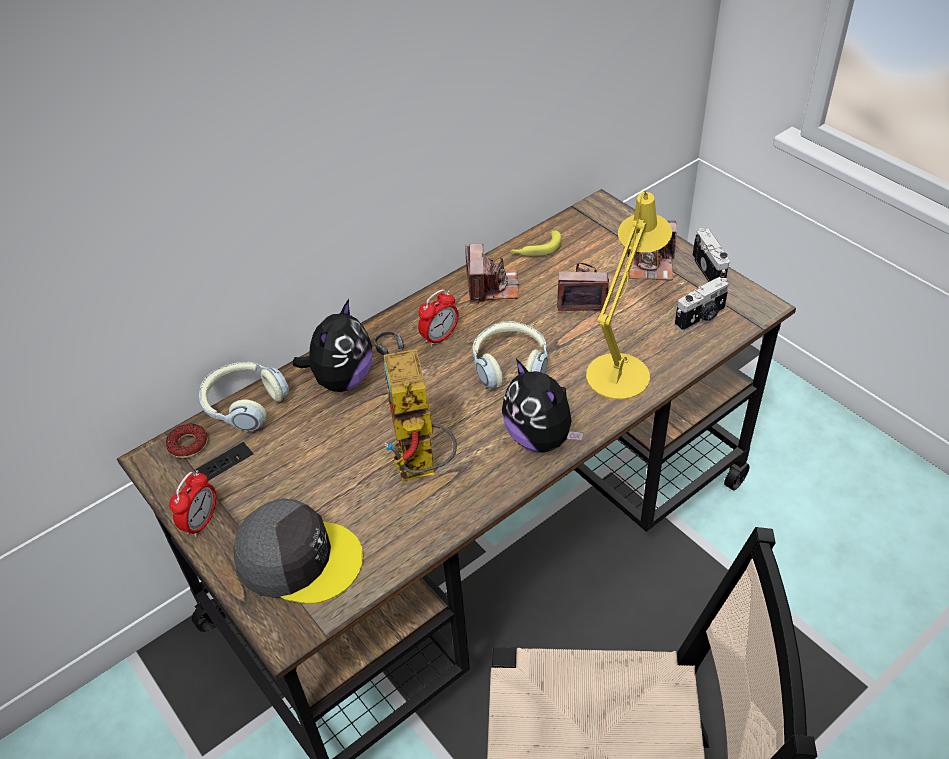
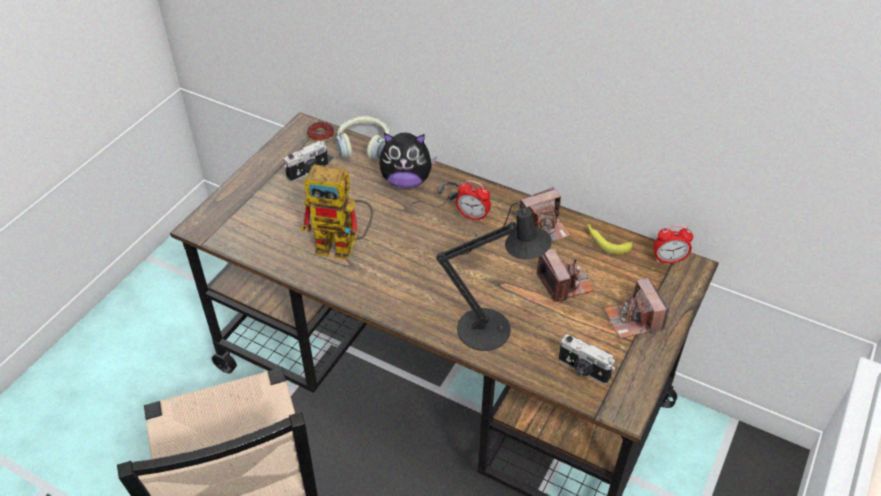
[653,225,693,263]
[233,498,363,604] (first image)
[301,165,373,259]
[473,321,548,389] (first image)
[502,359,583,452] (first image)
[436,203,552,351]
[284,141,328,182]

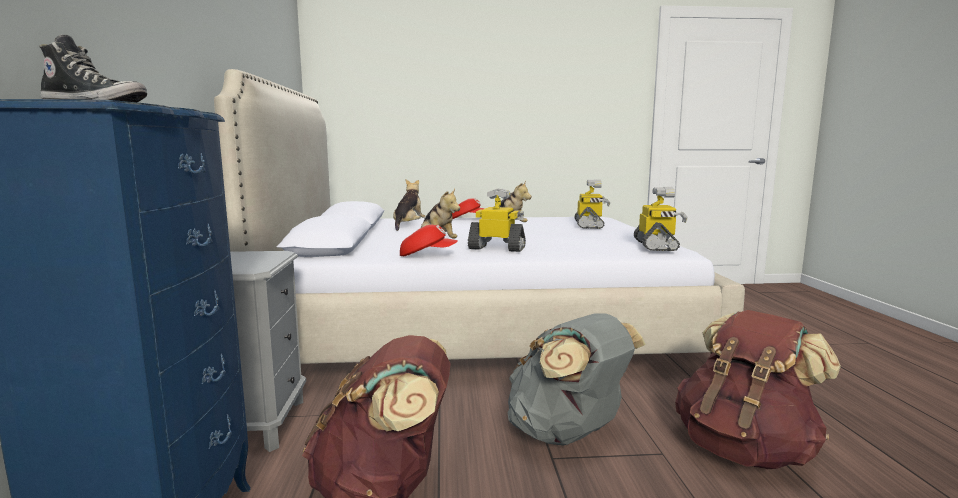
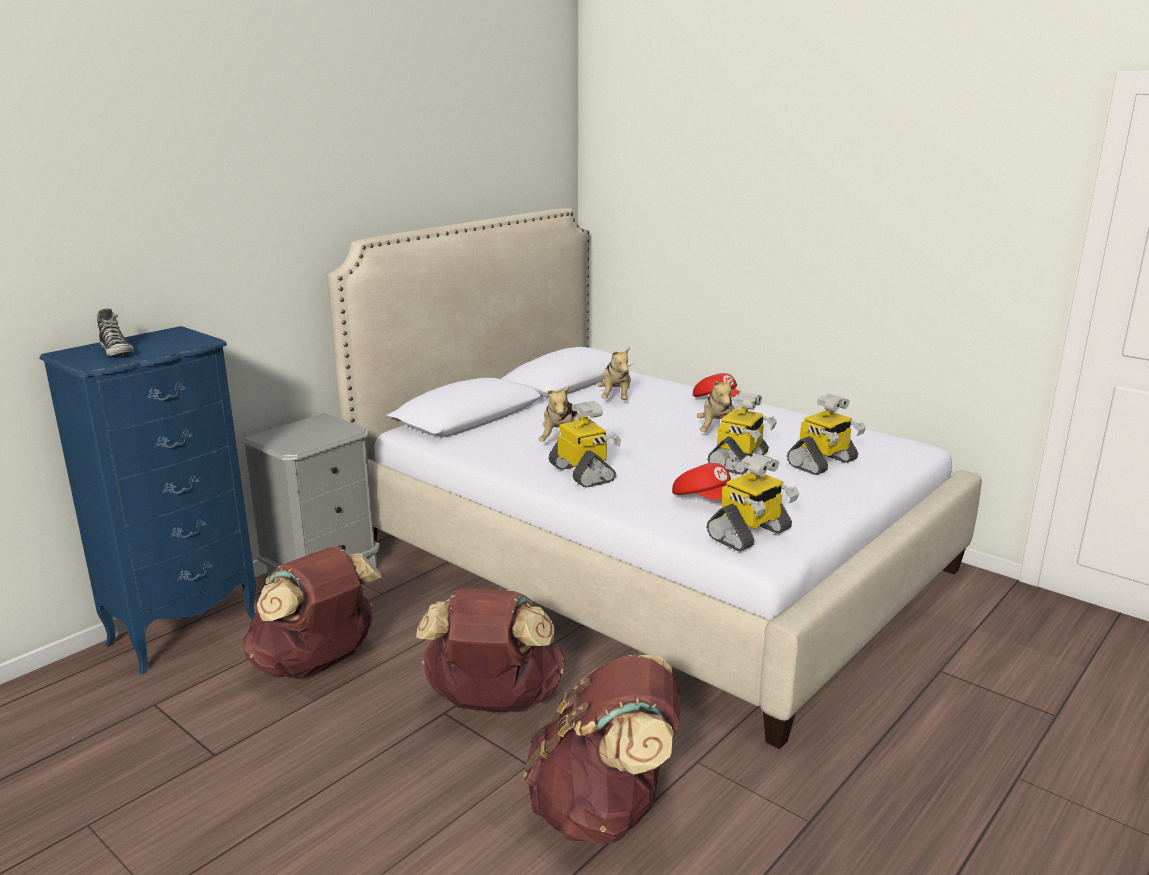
[596,347,631,400]
[672,463,731,500]
[416,588,566,712]
[707,392,777,475]

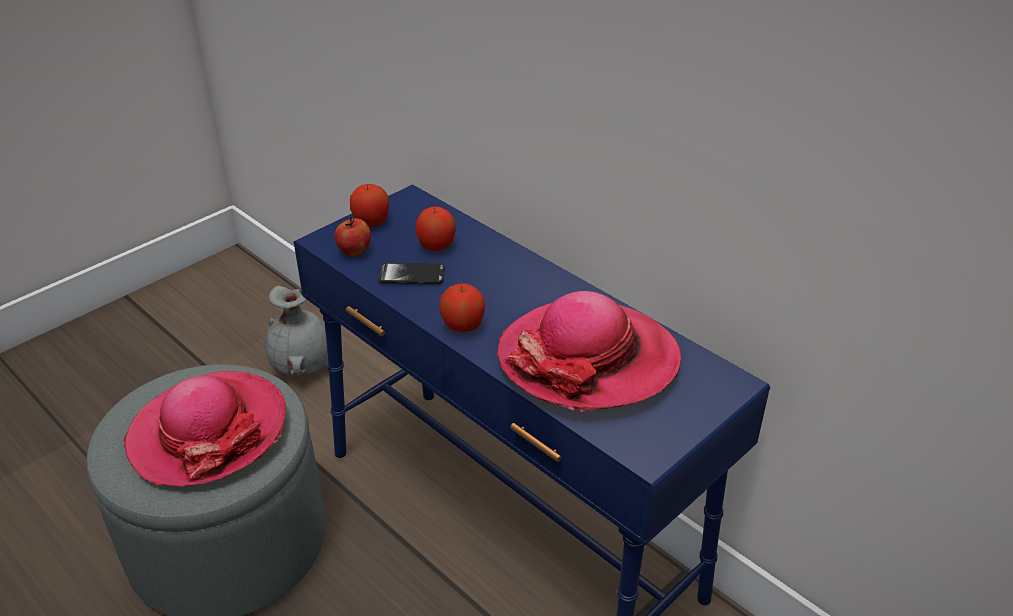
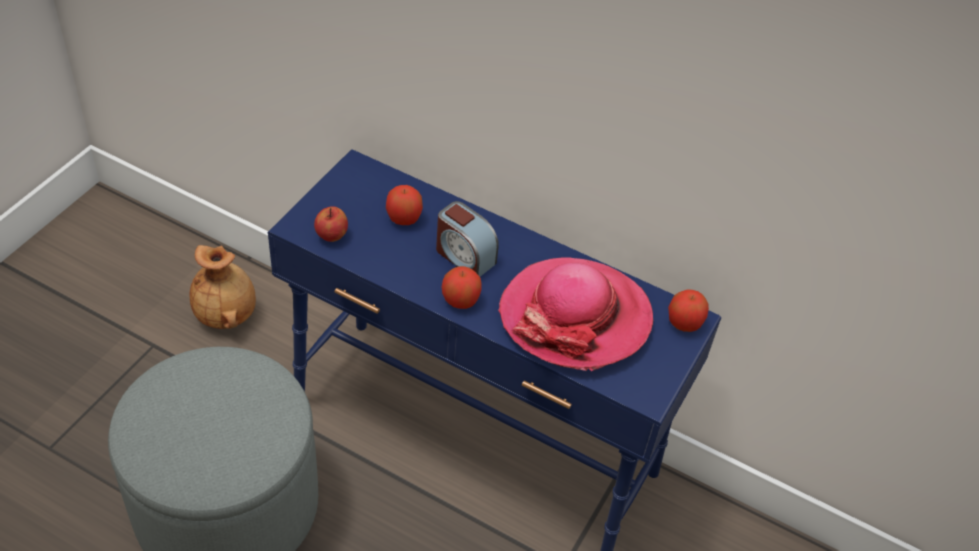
[123,371,286,487] (first image)
[189,245,256,329]
[668,289,709,332]
[378,263,445,285] (first image)
[436,201,499,276]

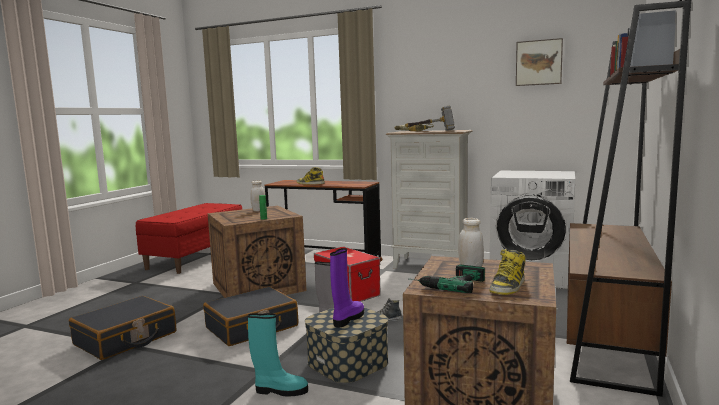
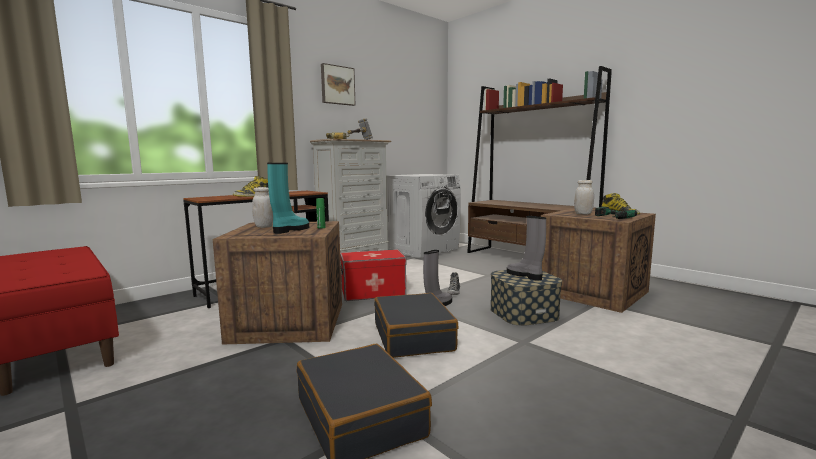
[267,163,309,234]
[507,216,546,281]
[321,63,355,106]

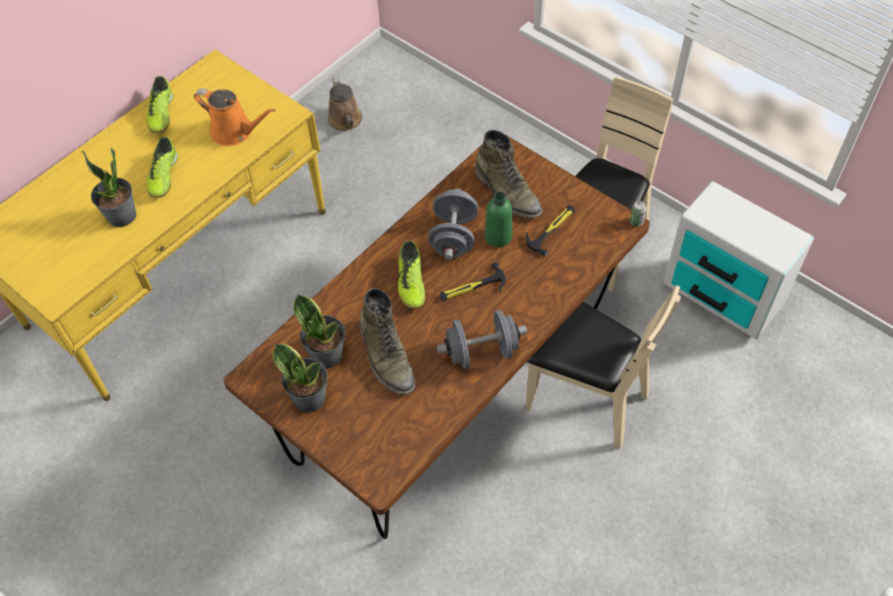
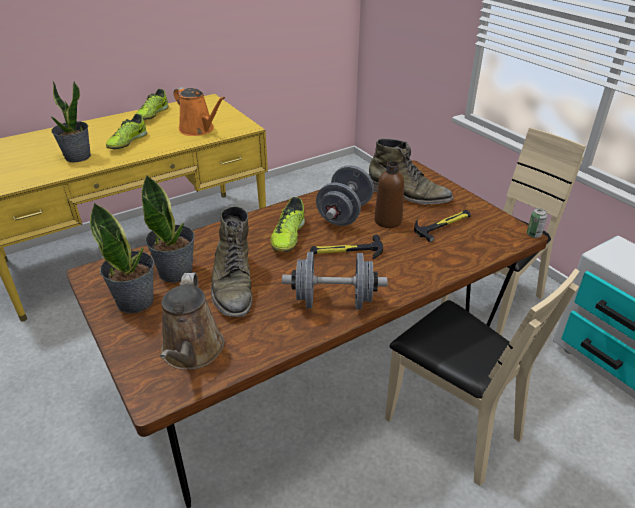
[160,272,224,370]
[369,139,454,204]
[374,161,404,228]

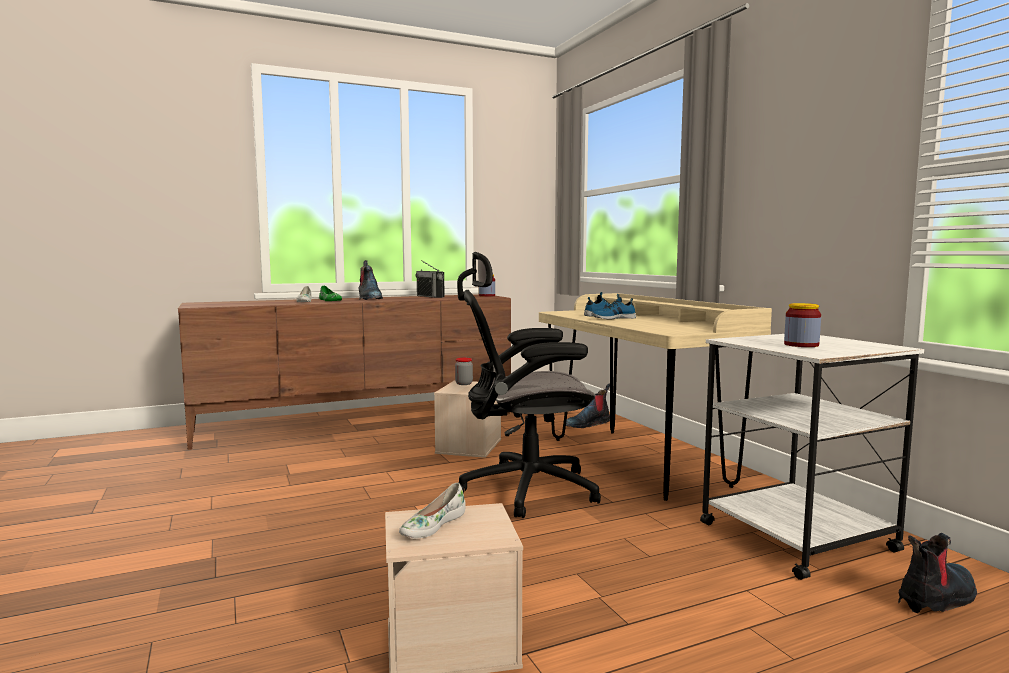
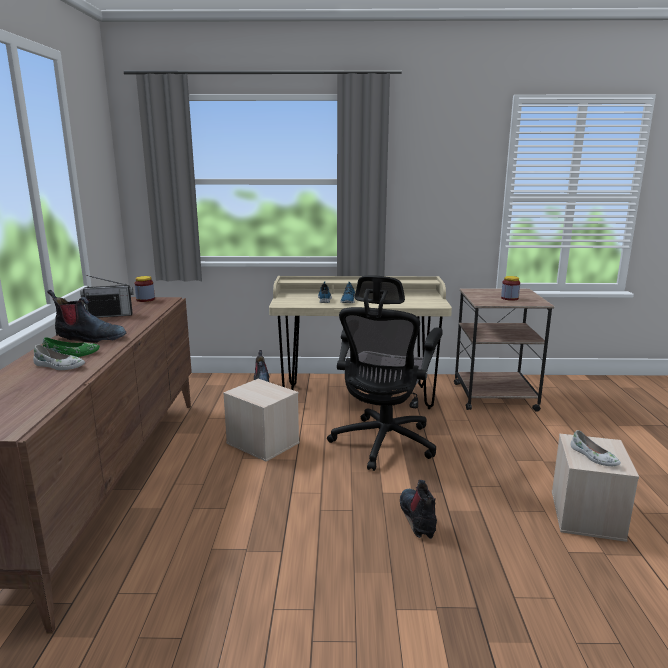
[455,358,473,385] (first image)
[454,288,555,412]
[400,480,437,539]

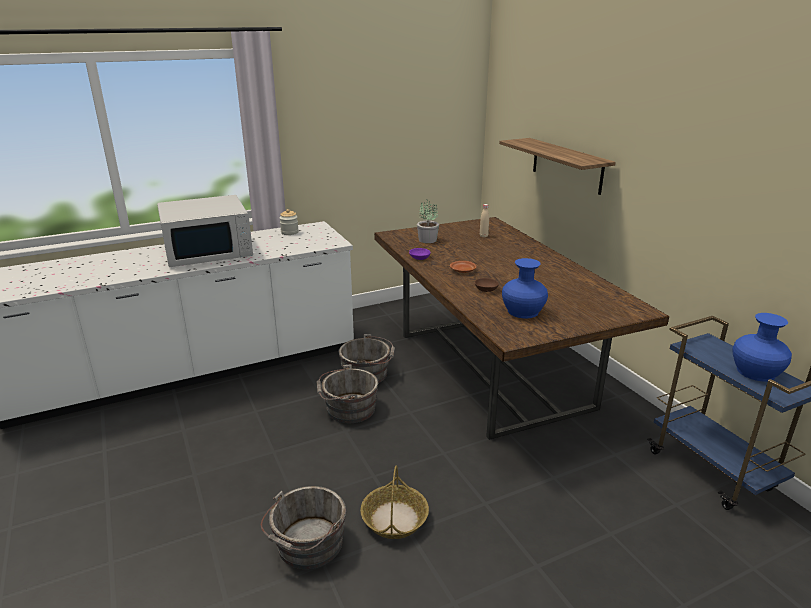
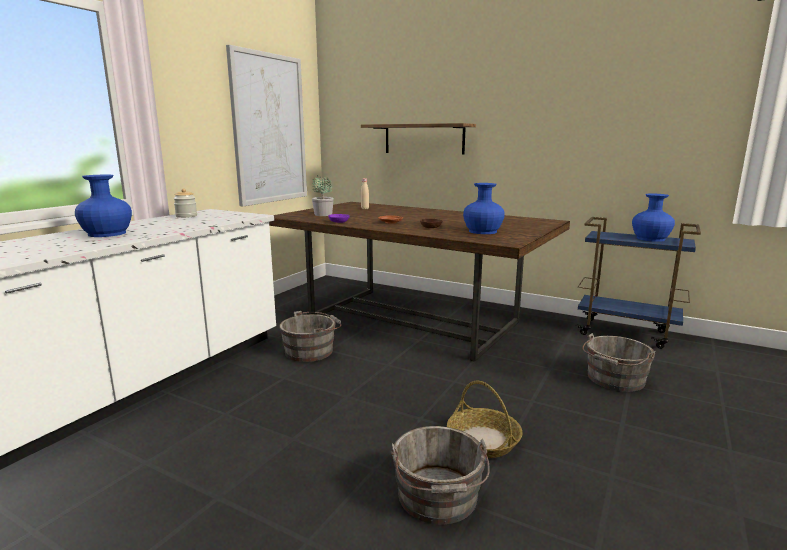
[75,175,132,237]
[582,333,655,392]
[226,45,307,207]

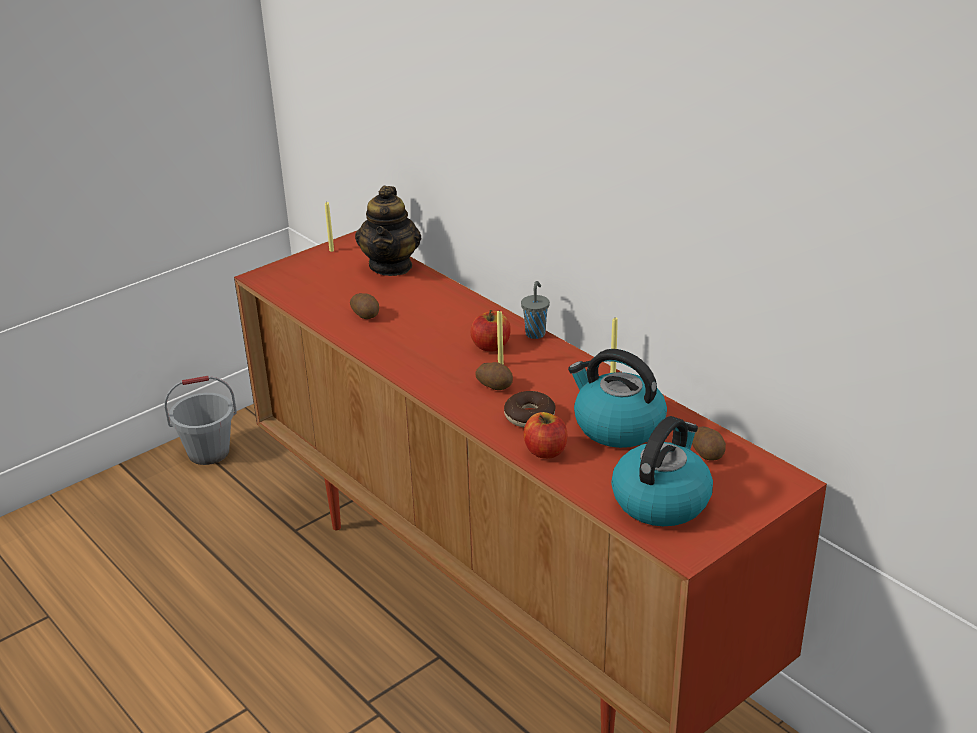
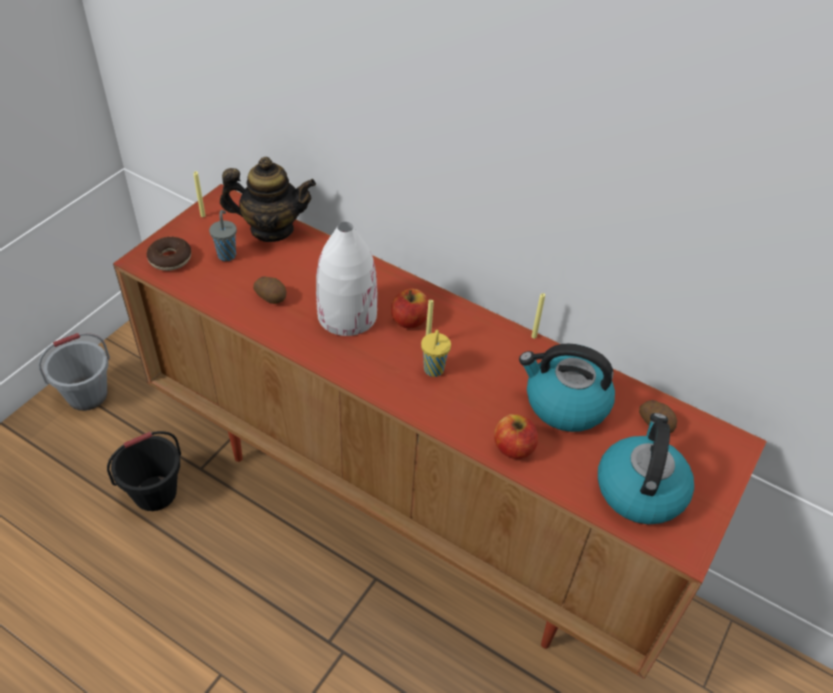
[220,157,316,242]
[421,330,451,377]
[147,237,191,271]
[209,210,237,261]
[107,431,181,511]
[316,222,377,336]

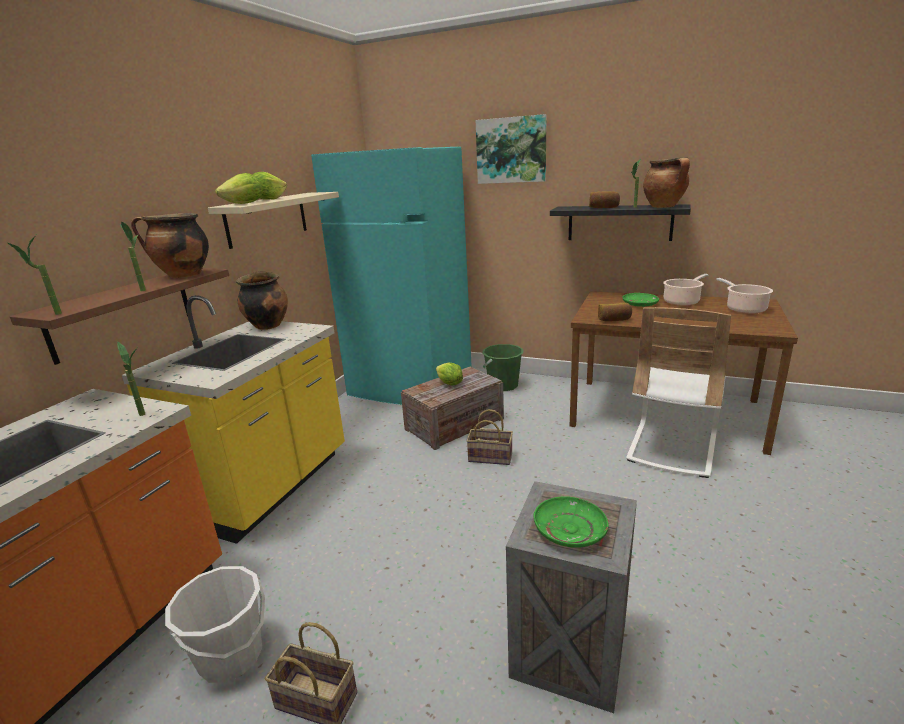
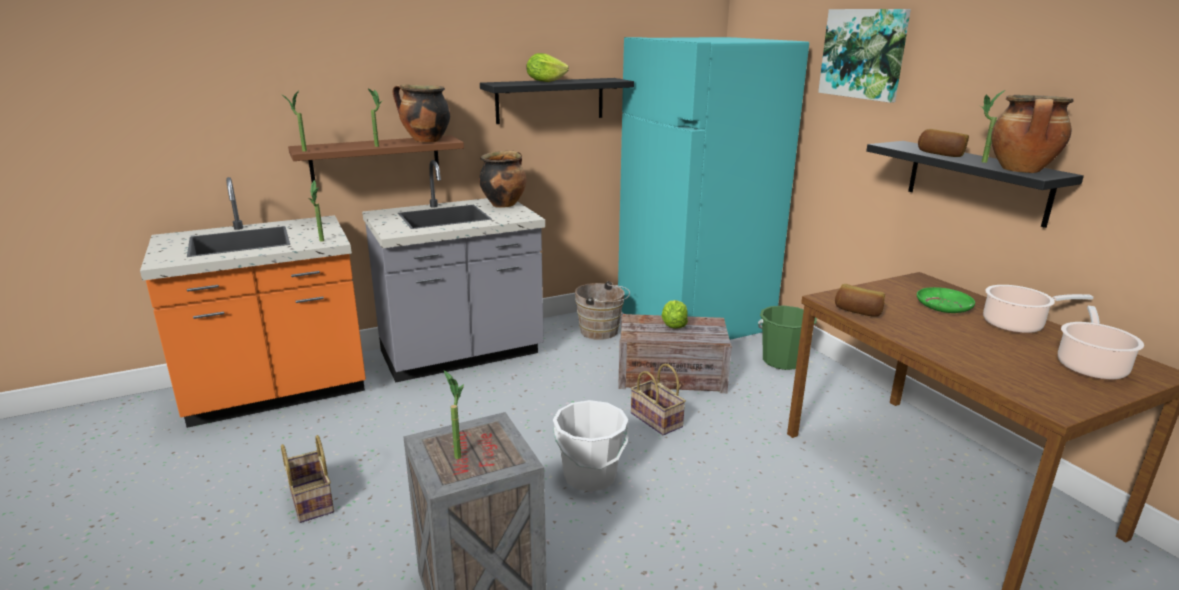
[362,160,545,383]
[553,400,630,492]
[480,78,634,124]
[215,173,263,204] (first image)
[444,370,464,459]
[626,307,731,478] (first image)
[575,281,630,340]

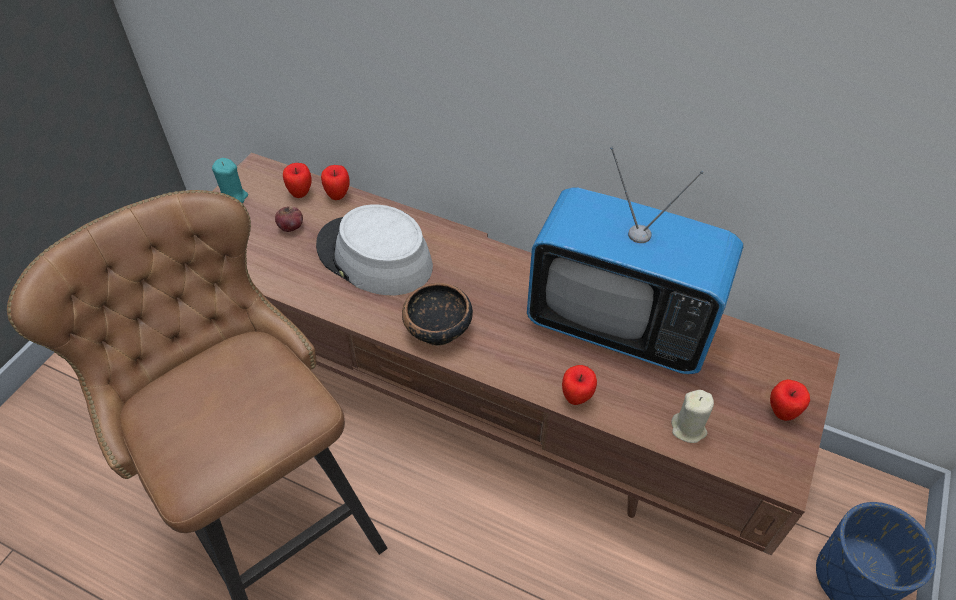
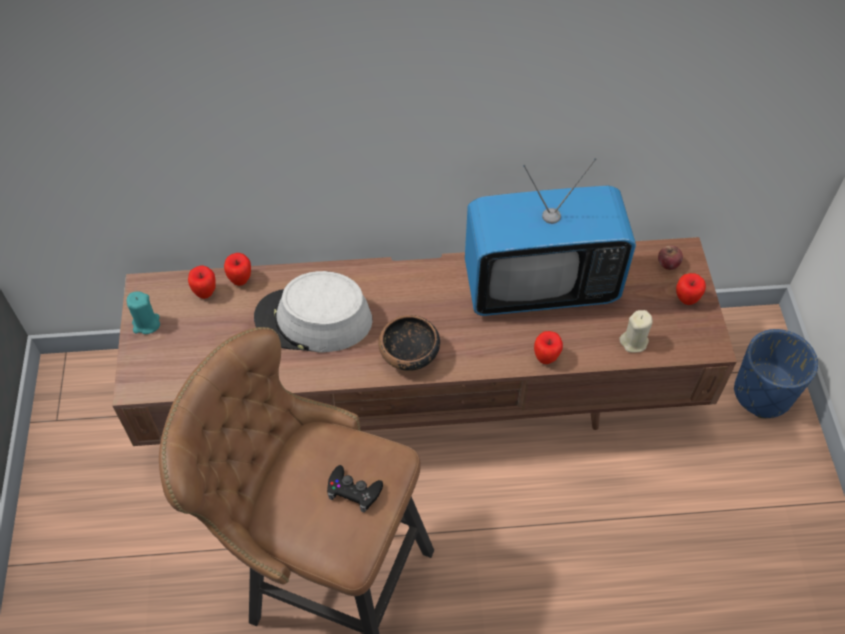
[658,246,683,270]
[327,465,383,512]

